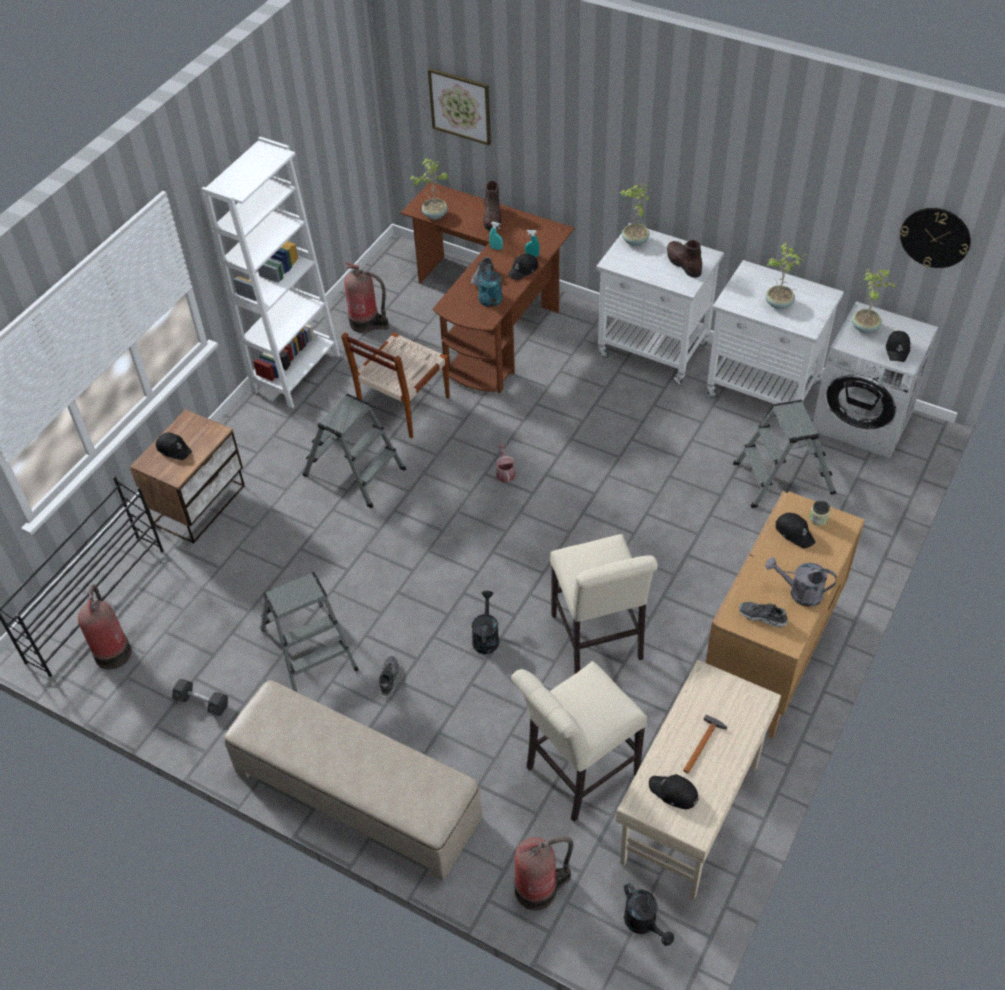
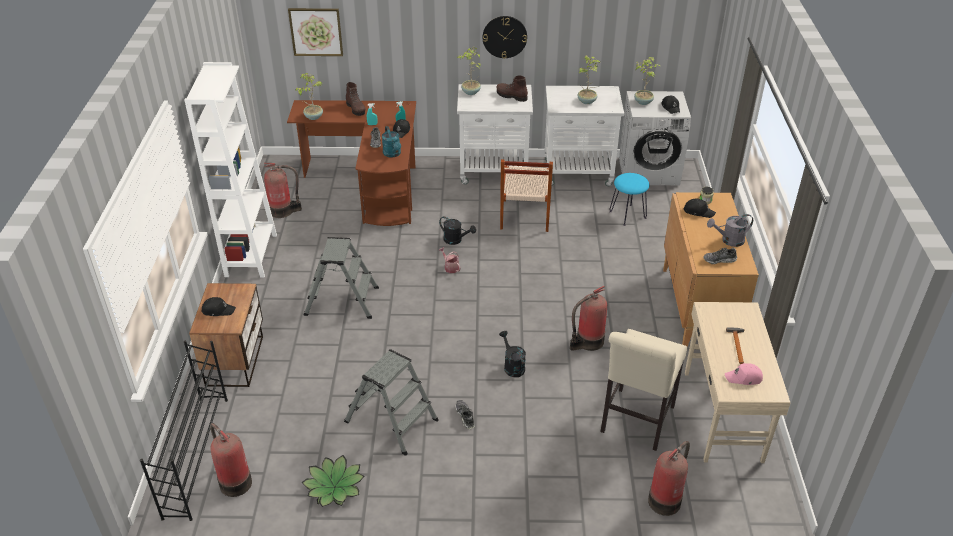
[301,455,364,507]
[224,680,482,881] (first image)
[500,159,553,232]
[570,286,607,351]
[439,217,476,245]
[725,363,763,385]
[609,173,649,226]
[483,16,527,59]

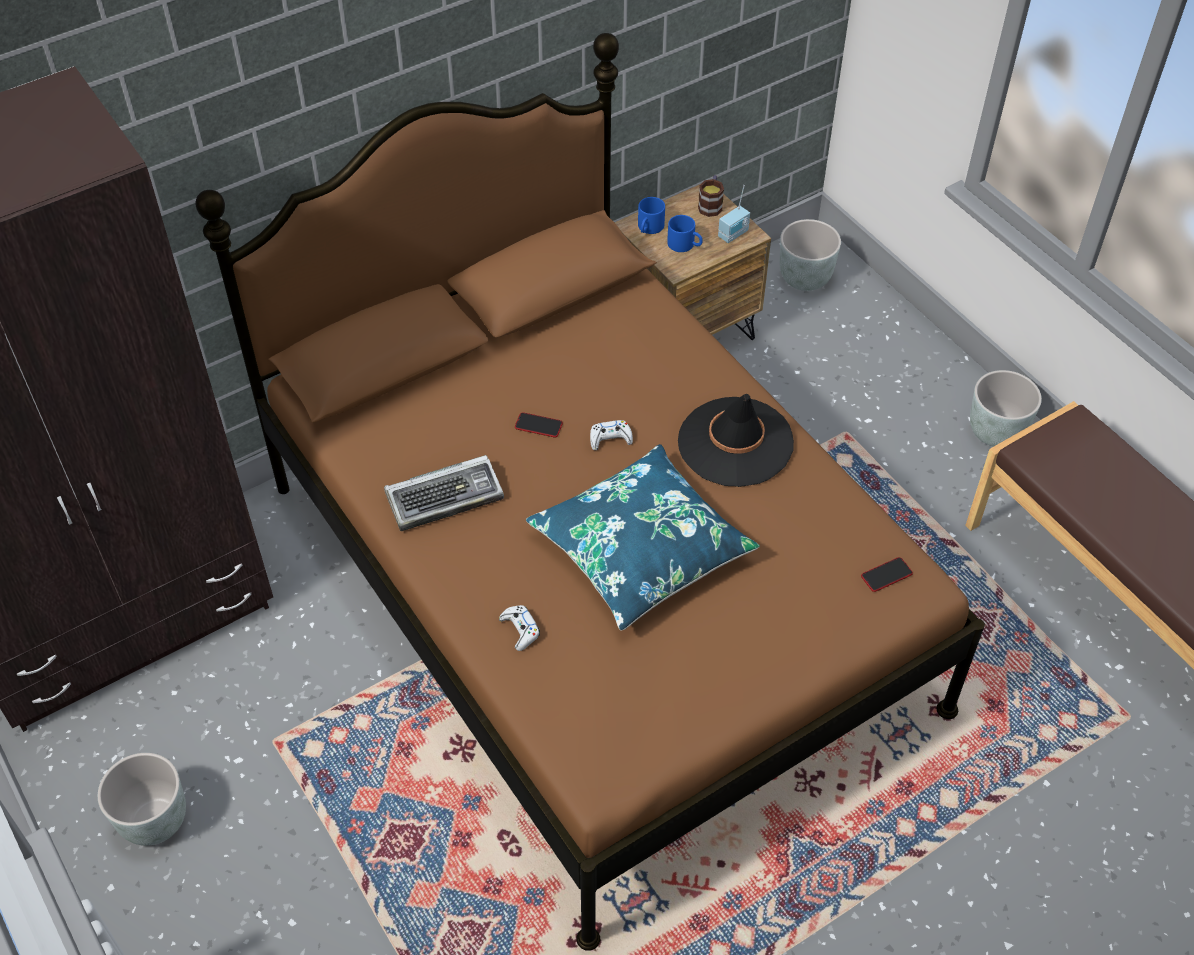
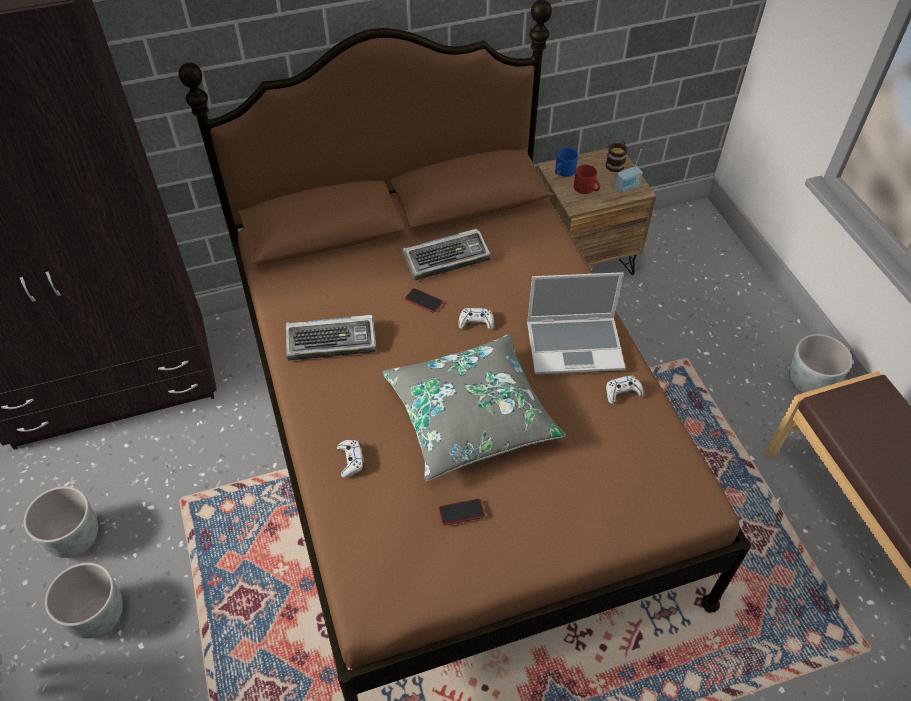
[382,334,566,481]
[574,165,600,194]
[527,272,625,375]
[45,562,123,639]
[439,499,485,525]
[402,229,491,281]
[606,375,643,404]

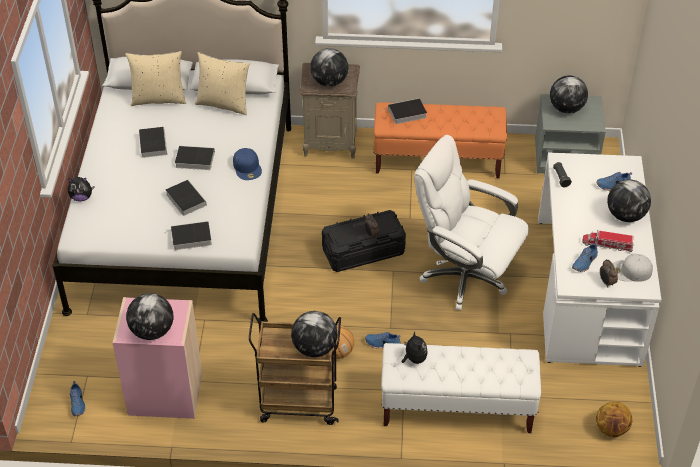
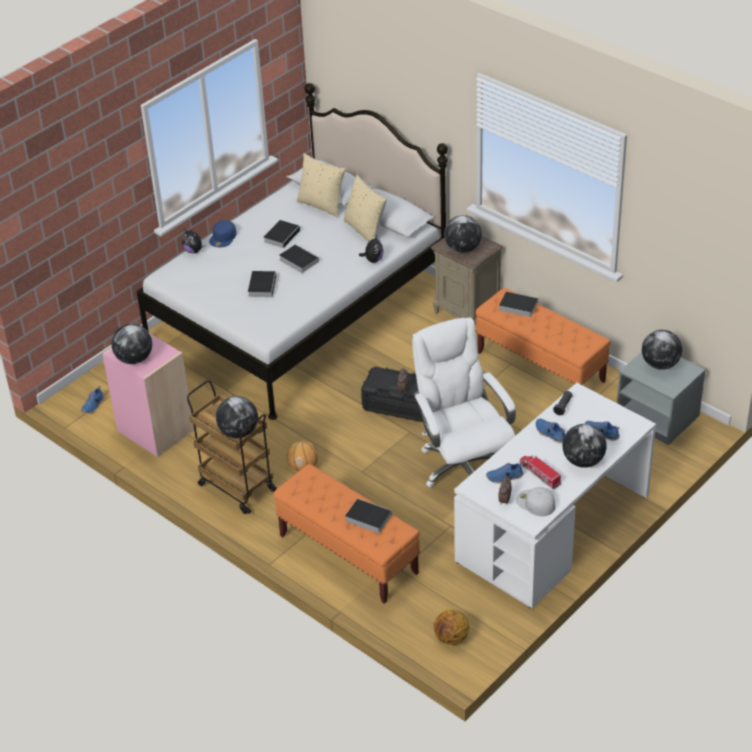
[345,499,392,533]
[209,220,237,248]
[536,419,565,443]
[274,464,420,604]
[359,235,384,263]

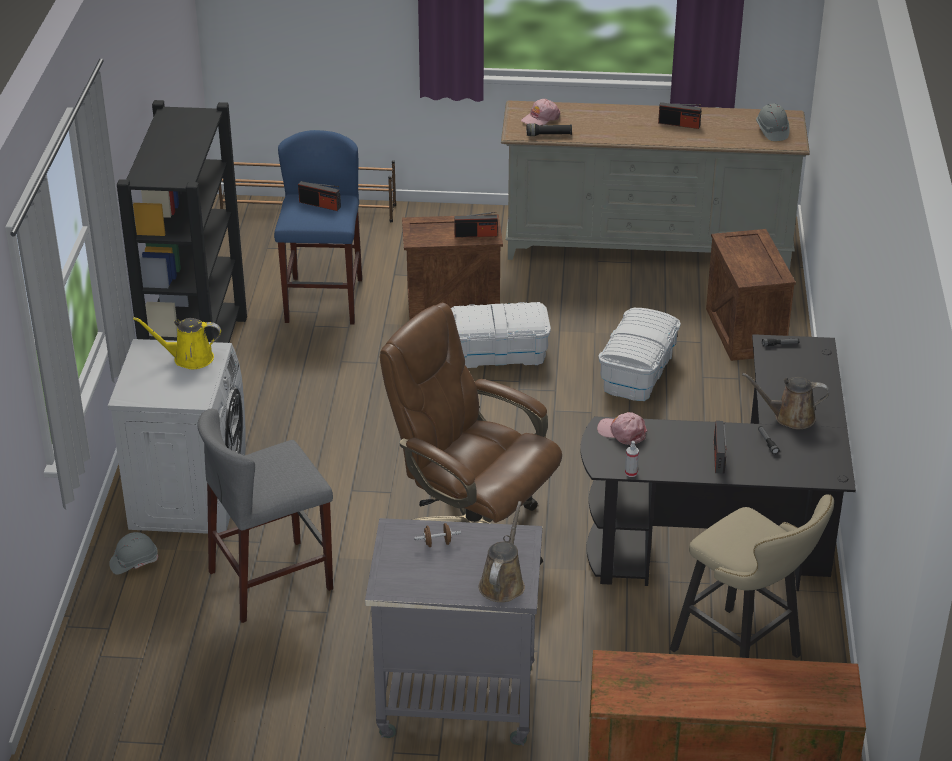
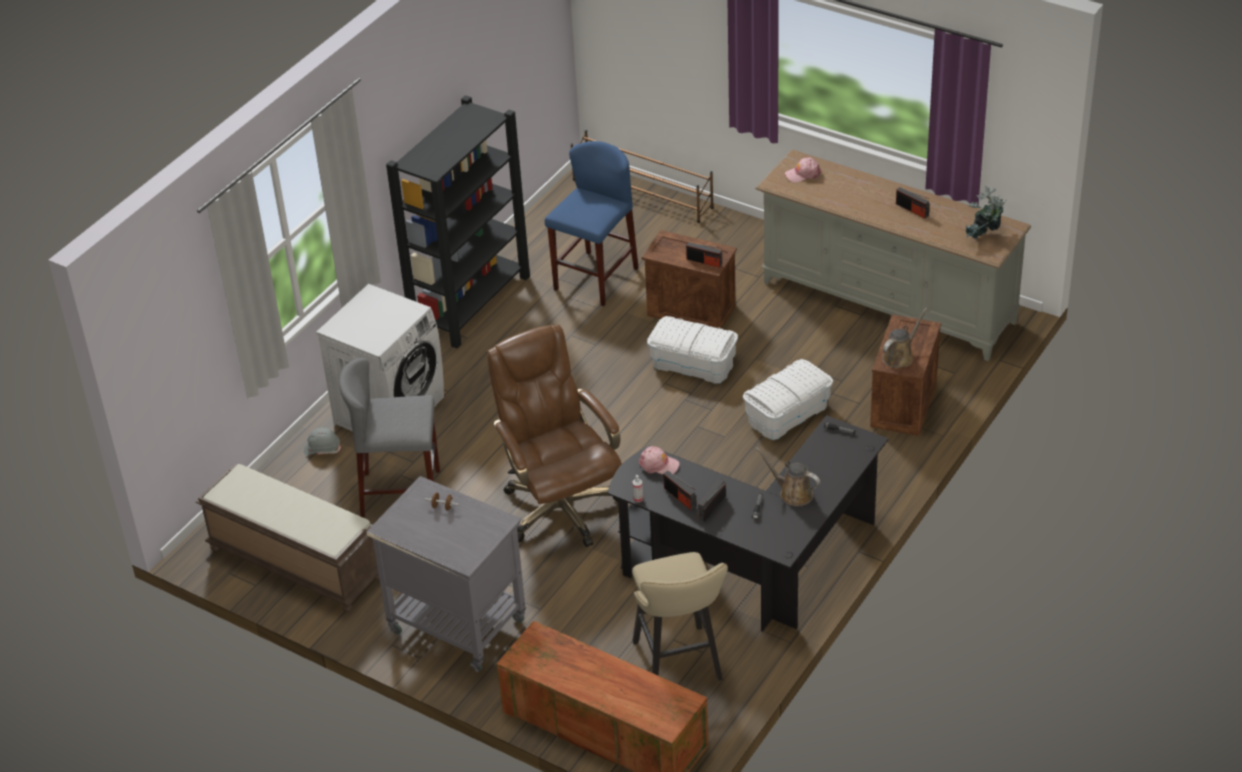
[133,317,221,369] (first image)
[663,471,697,510]
[882,308,928,368]
[527,123,572,136] (first image)
[639,446,680,474]
[966,186,1007,239]
[196,464,380,612]

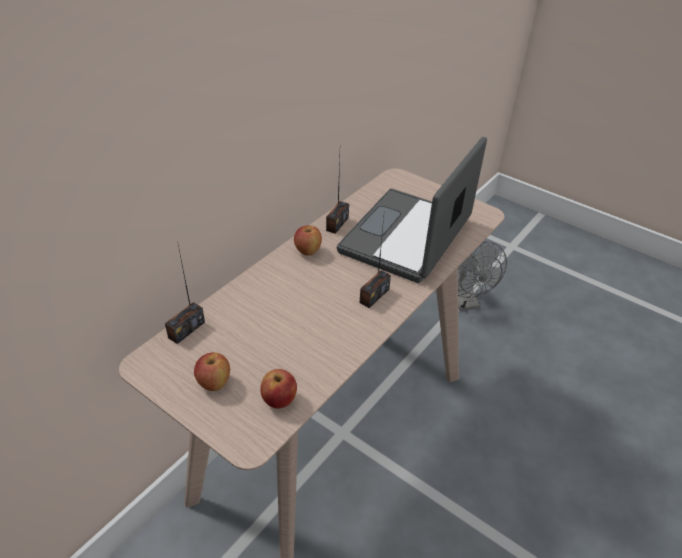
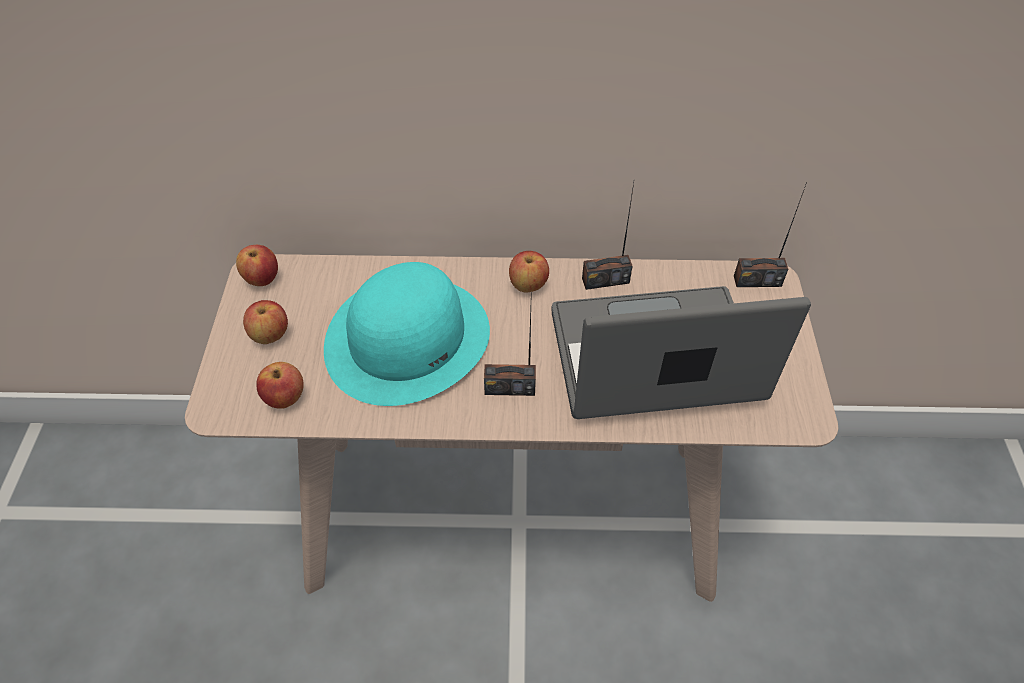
[734,182,807,287]
[458,241,507,310] (first image)
[236,245,278,286]
[324,262,490,406]

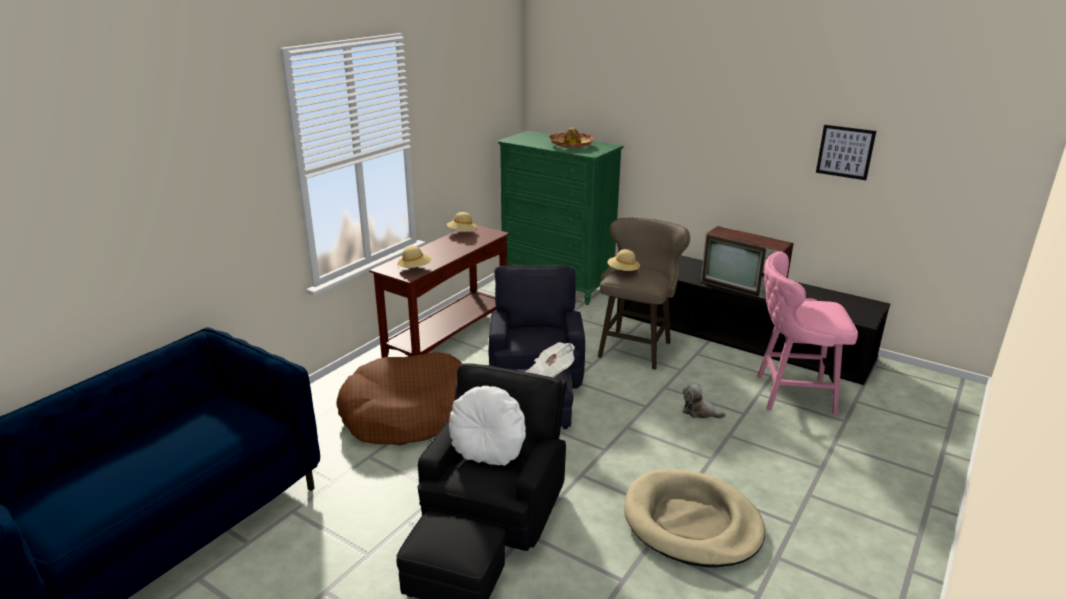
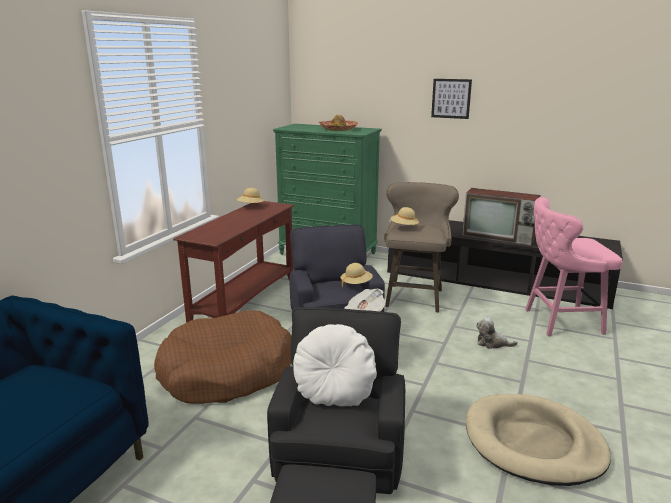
[340,263,373,287]
[431,79,472,119]

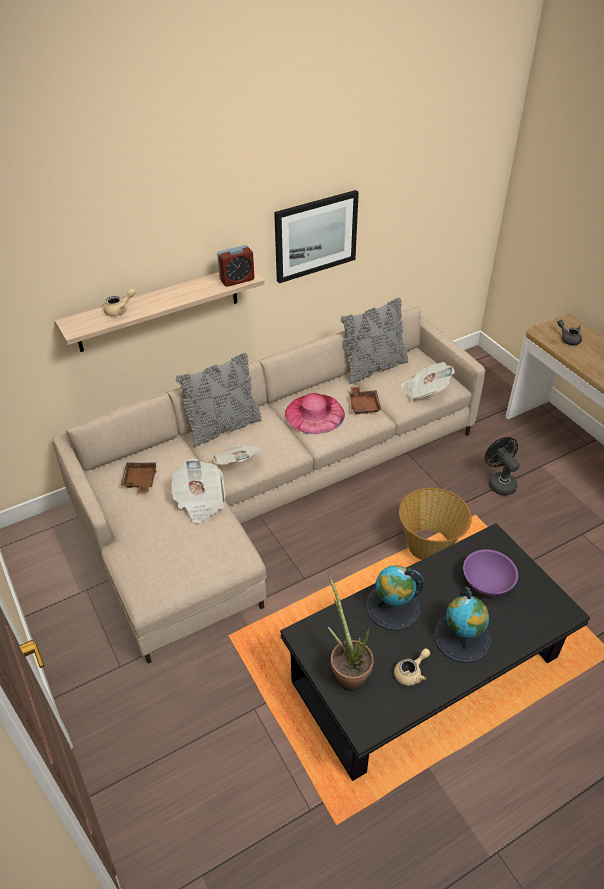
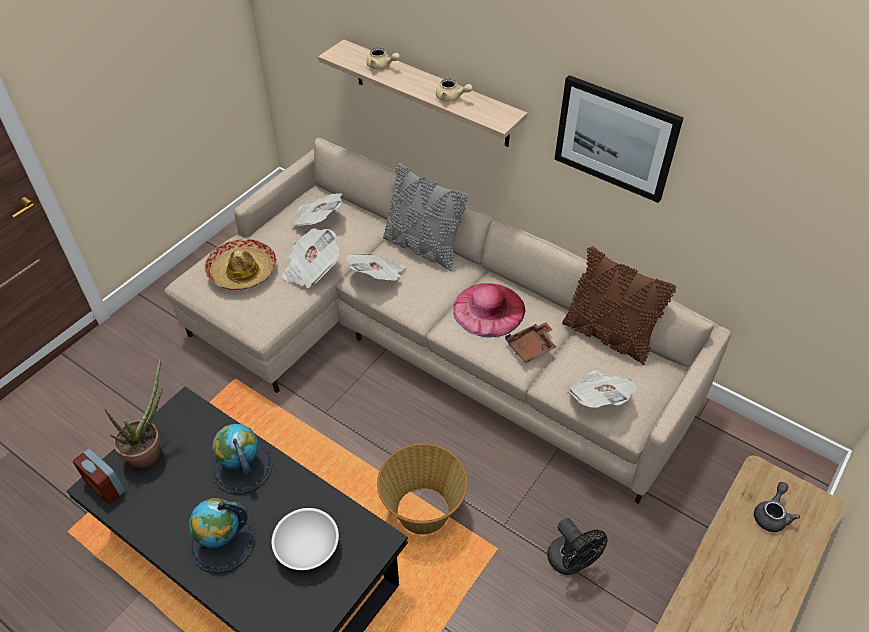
[291,193,342,226]
[73,449,125,504]
[562,246,677,365]
[436,79,473,102]
[272,508,339,570]
[547,518,608,575]
[205,239,277,290]

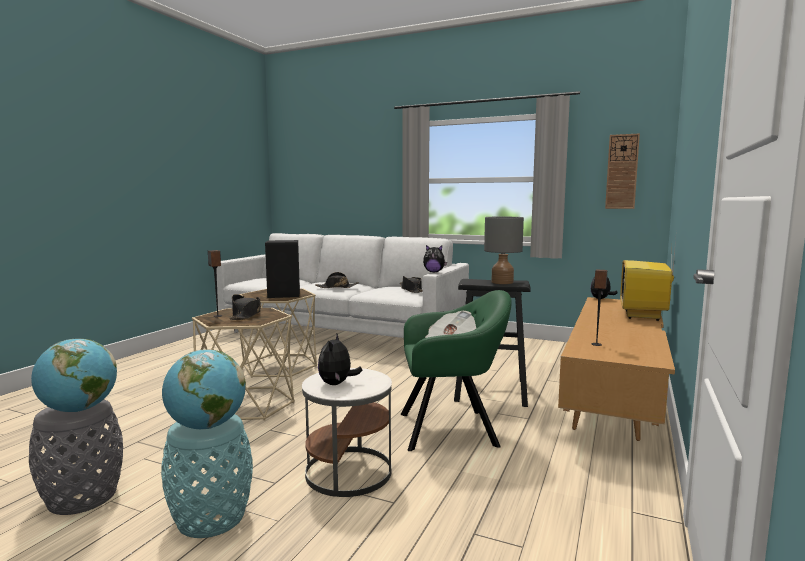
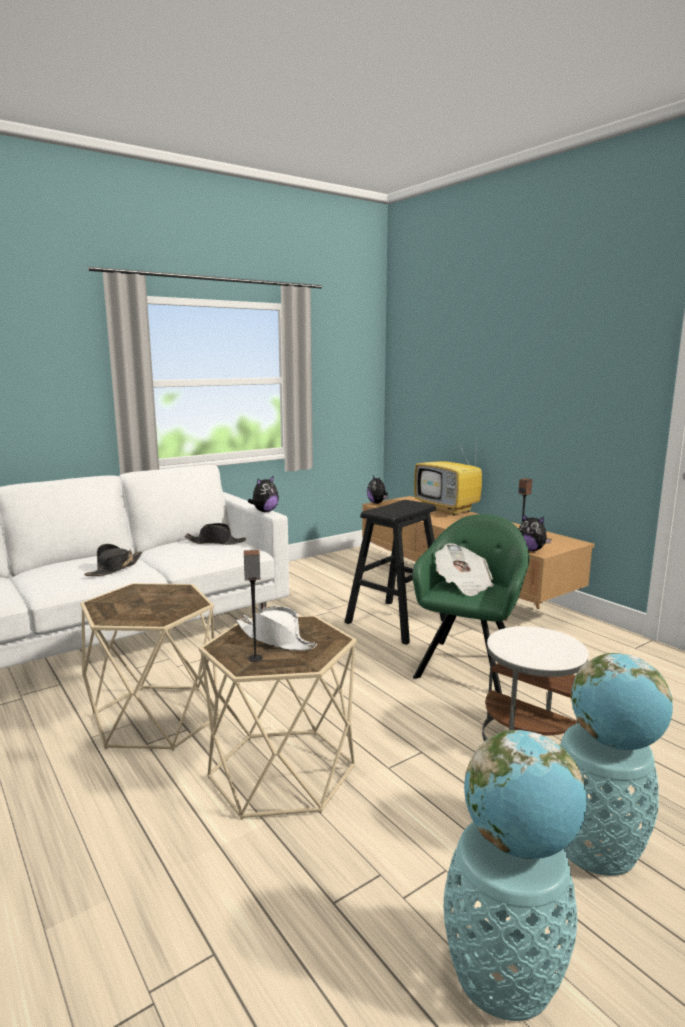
[444,822,577,1021]
[236,606,317,651]
[265,240,300,298] (first image)
[519,514,551,551]
[484,217,524,284] (first image)
[605,133,640,209] (first image)

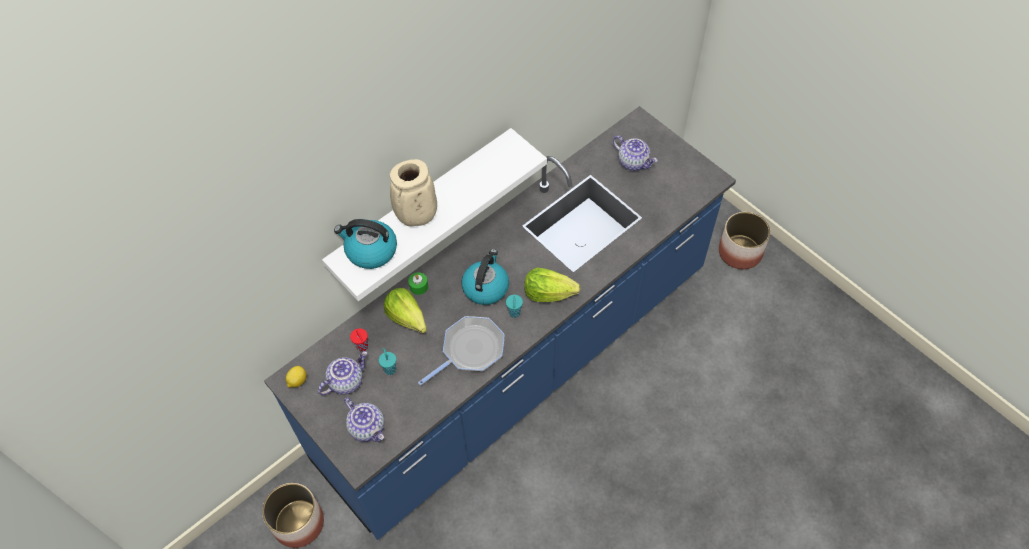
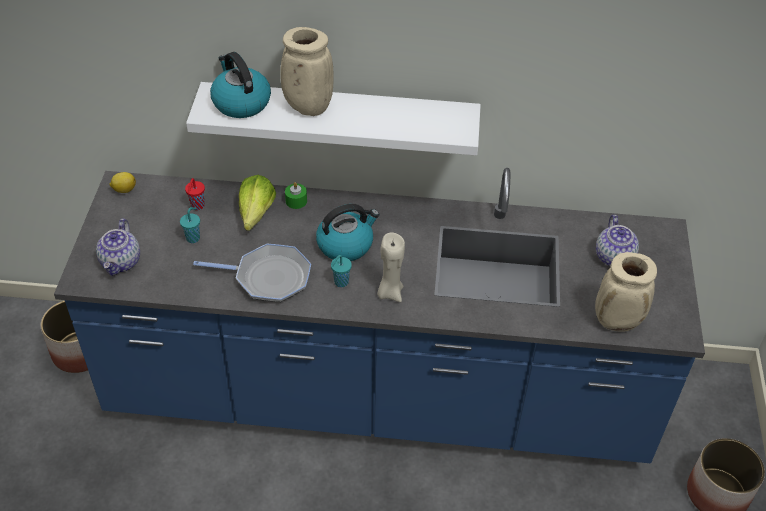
[318,351,367,395] (first image)
[377,233,405,302]
[595,252,657,332]

